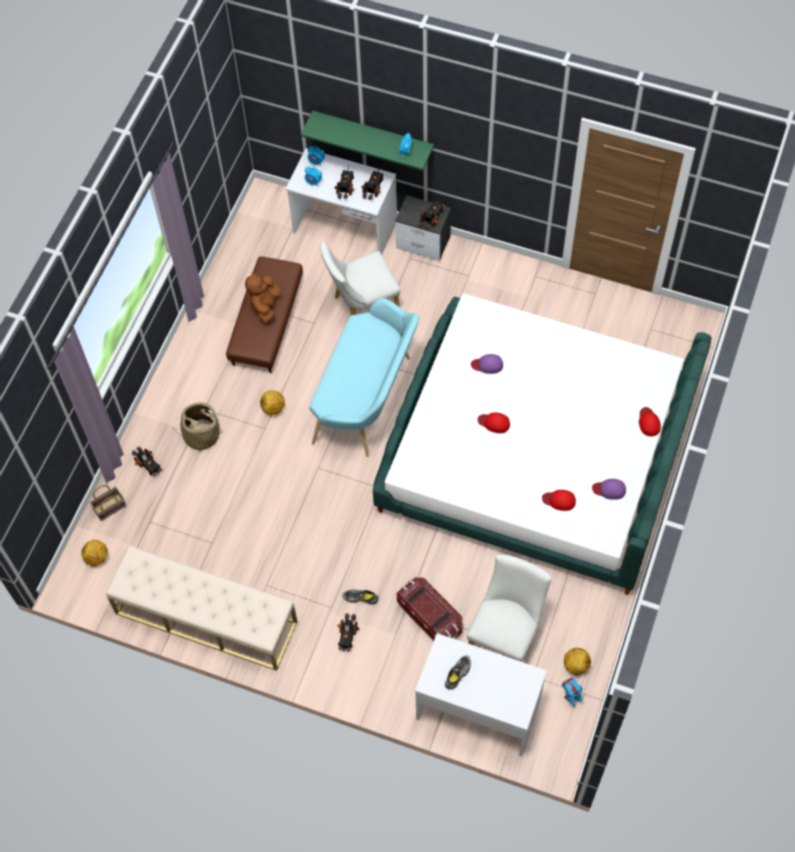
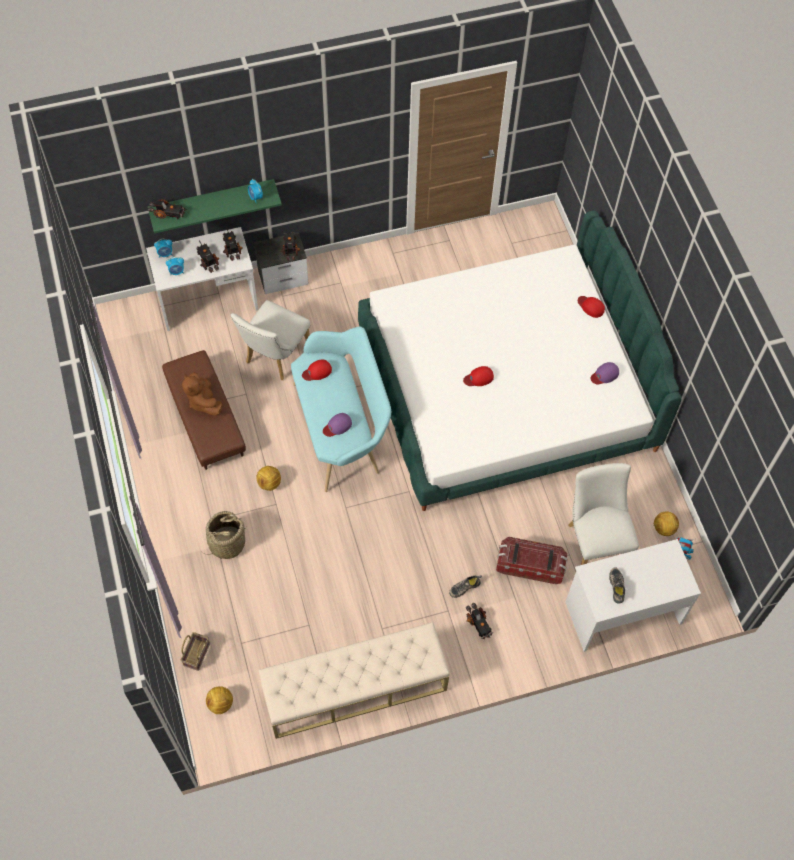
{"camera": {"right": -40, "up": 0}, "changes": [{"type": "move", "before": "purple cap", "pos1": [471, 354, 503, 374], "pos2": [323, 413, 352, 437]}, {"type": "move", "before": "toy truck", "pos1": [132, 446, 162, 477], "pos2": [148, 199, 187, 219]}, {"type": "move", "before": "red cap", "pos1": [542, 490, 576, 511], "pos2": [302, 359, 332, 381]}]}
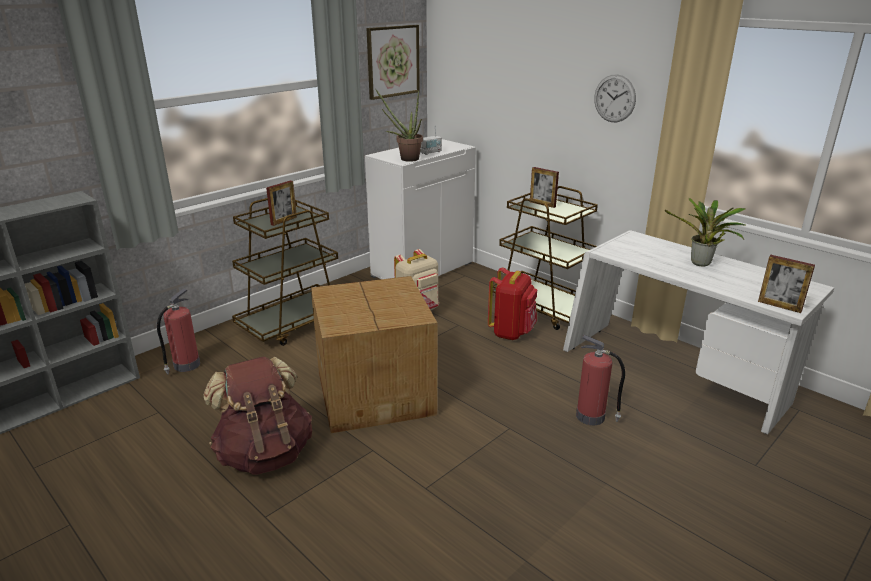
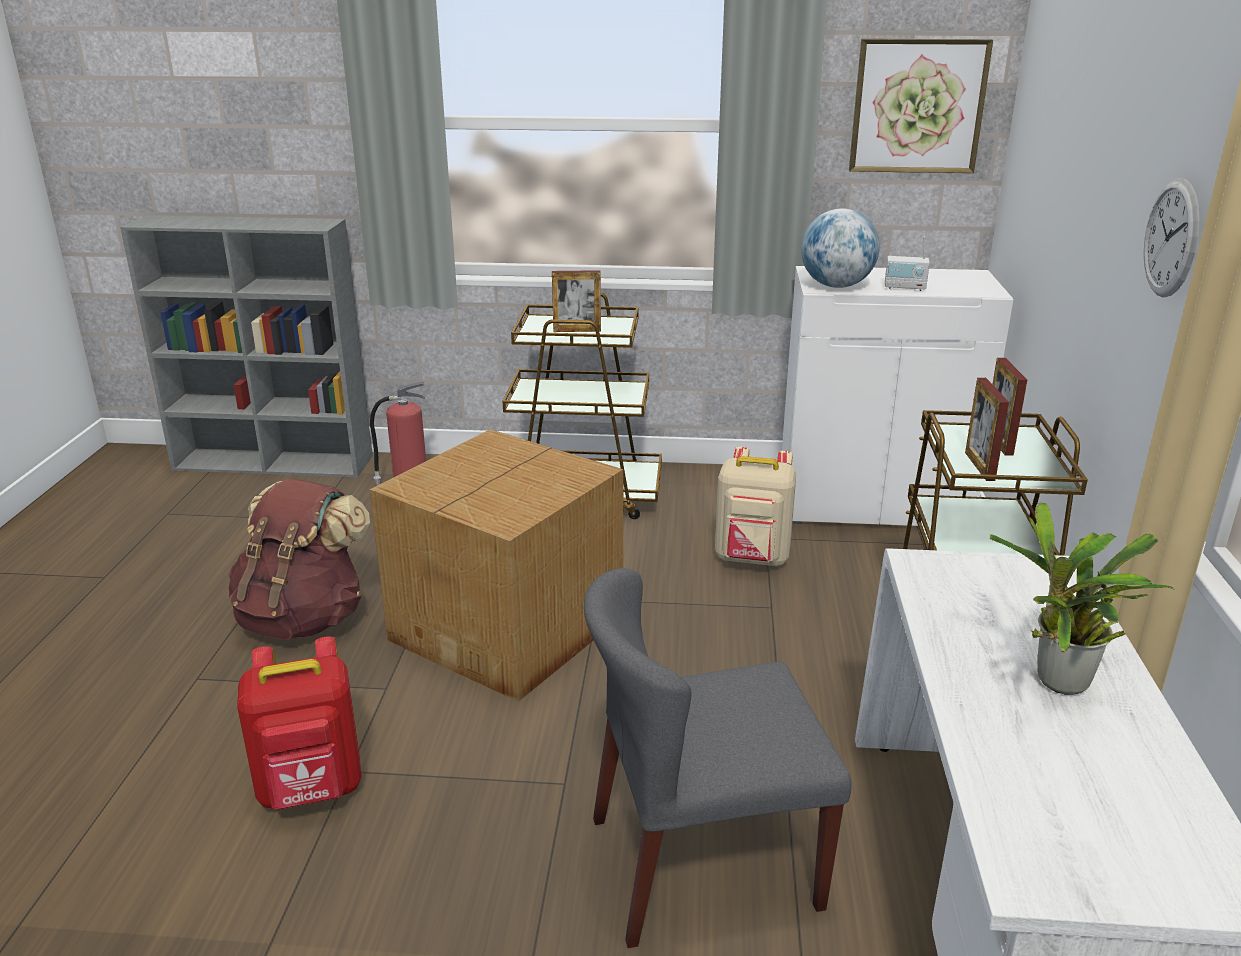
{"camera": {"right": 50, "up": 0}, "changes": [{"type": "replace", "before": "potted plant", "after": "globe", "pos1": [375, 89, 423, 162], "pos2": [801, 208, 880, 288]}, {"type": "move", "before": "picture frame", "pos1": [758, 255, 815, 313], "pos2": [965, 378, 1009, 481]}, {"type": "move", "before": "red backpack", "pos1": [488, 267, 537, 340], "pos2": [237, 637, 362, 810]}, {"type": "replace", "before": "fire extinguisher", "after": "grey chair", "pos1": [576, 335, 625, 425], "pos2": [584, 568, 851, 948]}]}
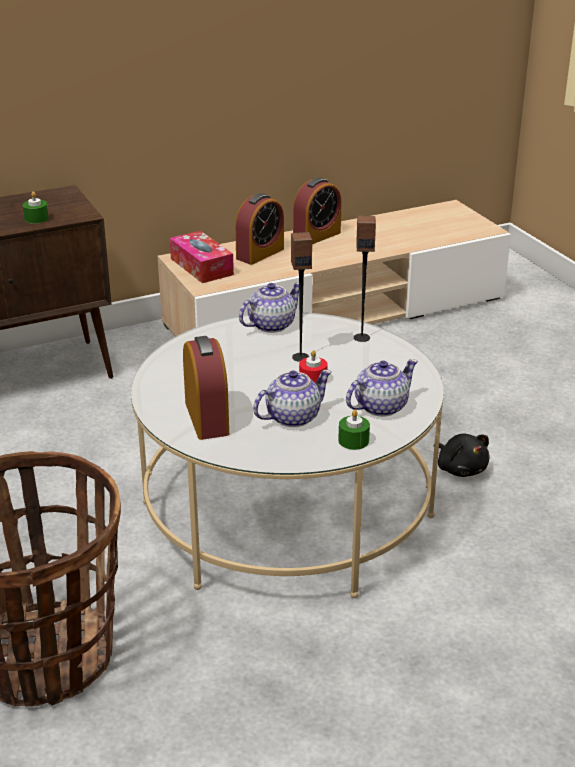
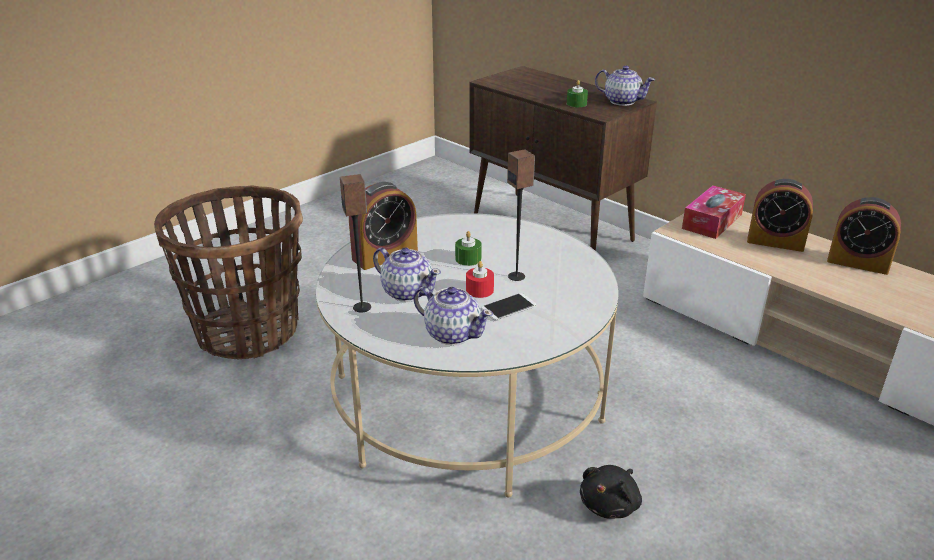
{"camera": {"right": 70, "up": 0}, "changes": [{"type": "move", "before": "speaker", "pos1": [354, 216, 376, 342], "pos2": [340, 174, 371, 313]}, {"type": "move", "before": "teapot", "pos1": [239, 282, 299, 333], "pos2": [595, 65, 655, 106]}, {"type": "move", "before": "green candle", "pos1": [338, 410, 370, 450], "pos2": [455, 231, 482, 266]}, {"type": "insert", "after": "phone", "pos2": [481, 293, 536, 320]}]}
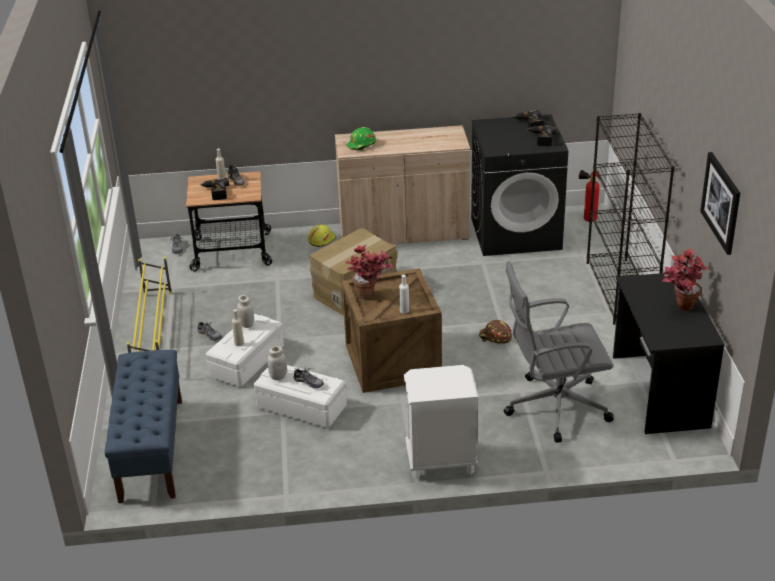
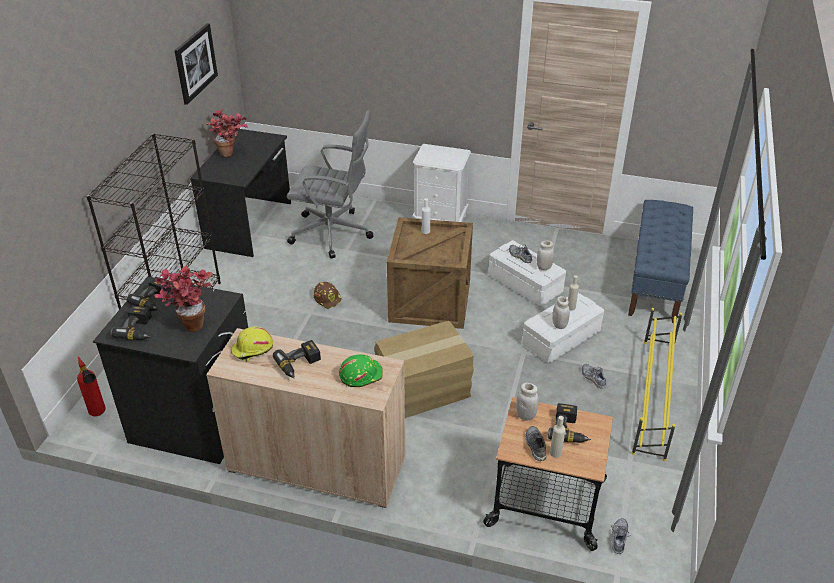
{"camera": {"right": -160, "up": 5}, "changes": [{"type": "move", "before": "yellow hard hat", "pos1": [308, 225, 336, 247], "pos2": [231, 327, 273, 362]}, {"type": "move", "before": "potted plant", "pos1": [345, 245, 393, 299], "pos2": [155, 266, 213, 332]}, {"type": "insert", "after": "power drill", "pos2": [273, 340, 321, 378]}, {"type": "insert", "after": "white jar", "pos2": [516, 383, 539, 421]}]}
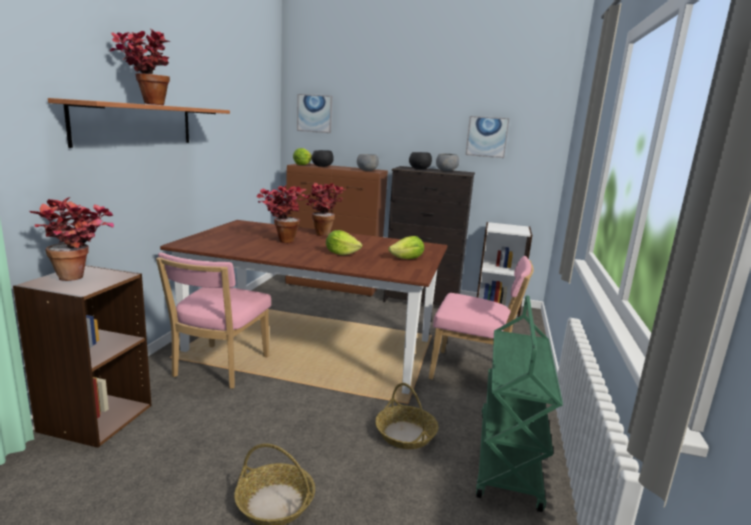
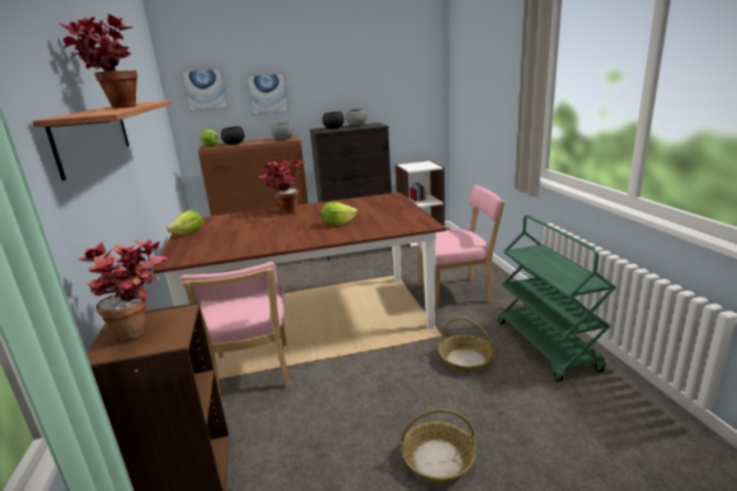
{"camera": {"right": -25, "up": 5}, "changes": [{"type": "move", "before": "picture", "pos1": [465, 116, 509, 158], "pos2": [246, 73, 289, 115]}, {"type": "delete", "before": "potted plant", "pos1": [257, 185, 306, 243]}, {"type": "move", "before": "lettuce", "pos1": [388, 236, 424, 259], "pos2": [166, 210, 203, 235]}]}
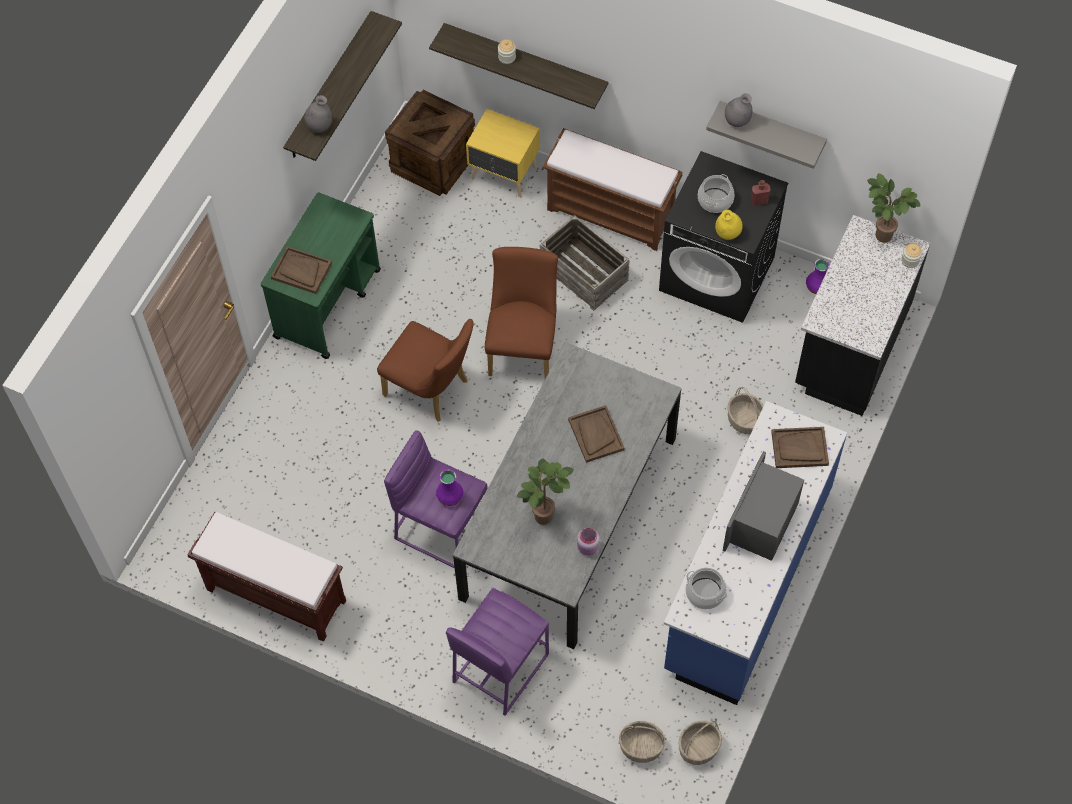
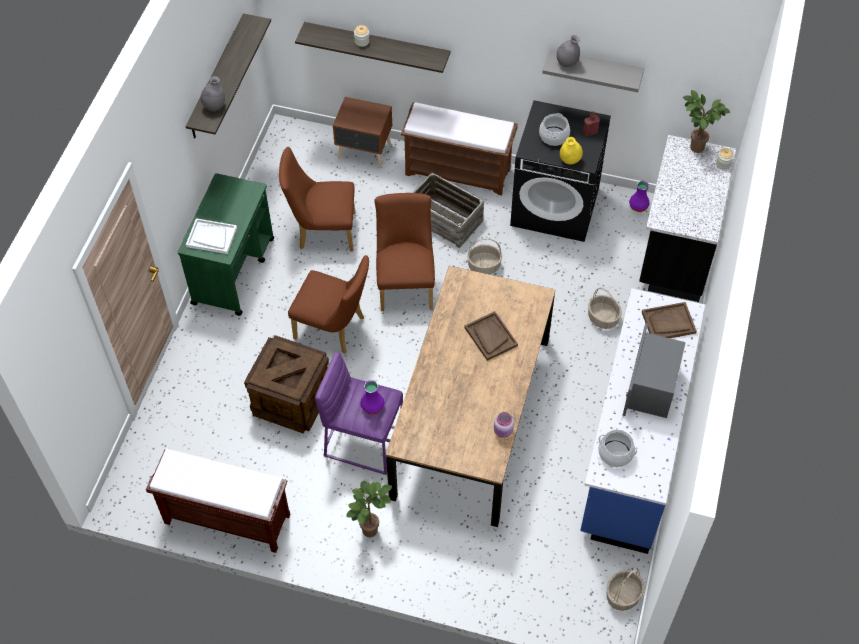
{"camera": {"right": -10, "up": -5}, "changes": [{"type": "move", "before": "crate", "pos1": [385, 90, 475, 196], "pos2": [244, 335, 329, 433]}, {"type": "recolor", "before": "yellow nightstand", "after": "brown nightstand", "pos1": [466, 109, 540, 197], "pos2": [333, 97, 392, 168]}, {"type": "recolor", "before": "brown tray", "after": "white tray", "pos1": [271, 246, 332, 294], "pos2": [186, 218, 237, 254]}, {"type": "recolor", "before": "grey dining table", "after": "brown dining table", "pos1": [453, 342, 682, 649], "pos2": [386, 266, 556, 527]}, {"type": "move", "before": "potted plant", "pos1": [517, 458, 574, 525], "pos2": [346, 480, 392, 537]}, {"type": "delete", "before": "purple stool", "pos1": [446, 588, 549, 716]}, {"type": "move", "before": "basket", "pos1": [619, 721, 665, 763], "pos2": [467, 239, 502, 274]}, {"type": "insert", "after": "brown chair", "pos2": [279, 147, 355, 251]}]}
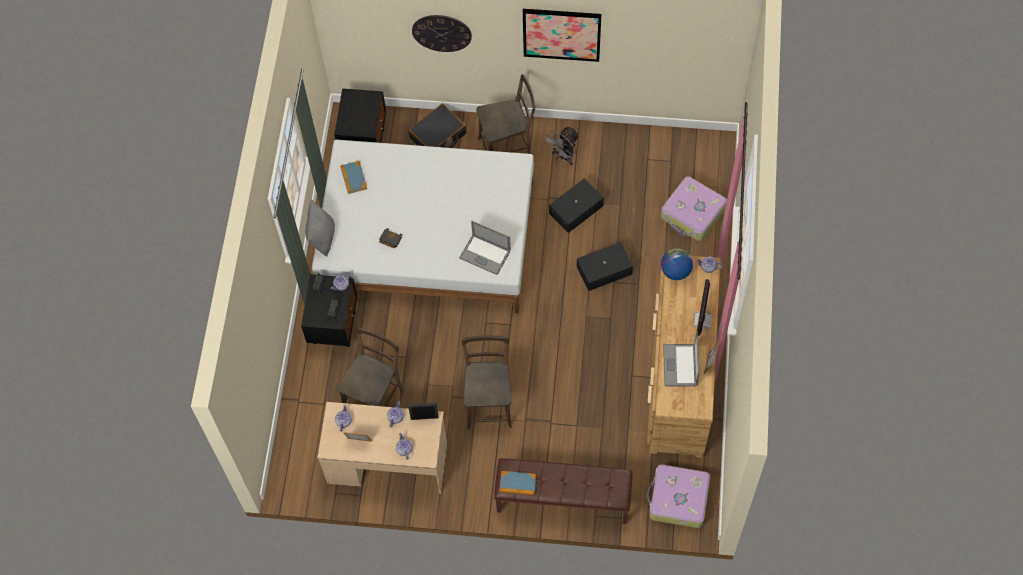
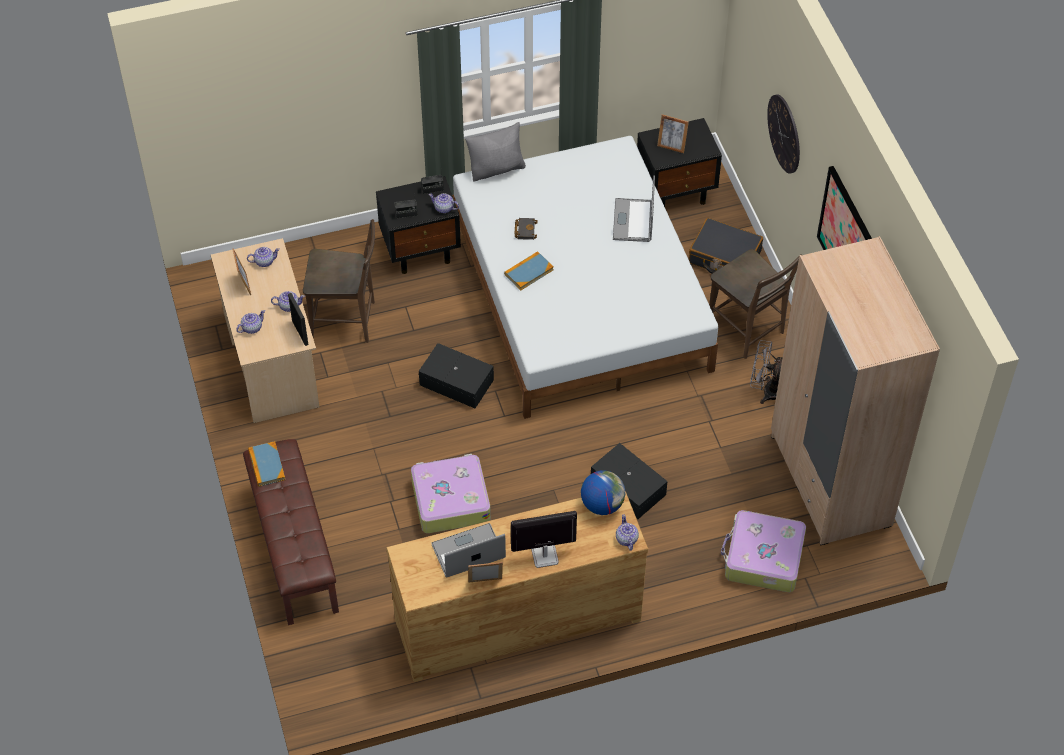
{"camera": {"right": 65, "up": -10}, "changes": [{"type": "move", "before": "book", "pos1": [340, 161, 367, 194], "pos2": [504, 251, 554, 290]}, {"type": "move", "before": "black storage box", "pos1": [549, 178, 604, 233], "pos2": [419, 343, 494, 408]}, {"type": "move", "before": "laptop", "pos1": [459, 221, 511, 275], "pos2": [613, 176, 655, 242]}, {"type": "delete", "before": "brown chair", "pos1": [461, 335, 512, 429]}, {"type": "move", "before": "suitcase", "pos1": [646, 465, 710, 528], "pos2": [411, 454, 491, 533]}, {"type": "insert", "after": "picture frame", "pos2": [657, 114, 689, 153]}, {"type": "insert", "after": "beige wardrobe", "pos2": [771, 236, 940, 546]}]}
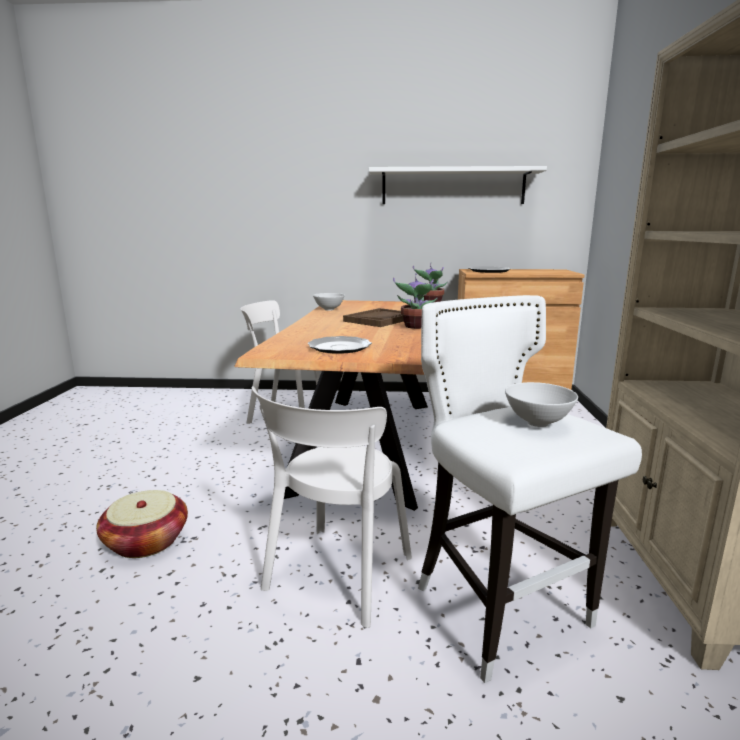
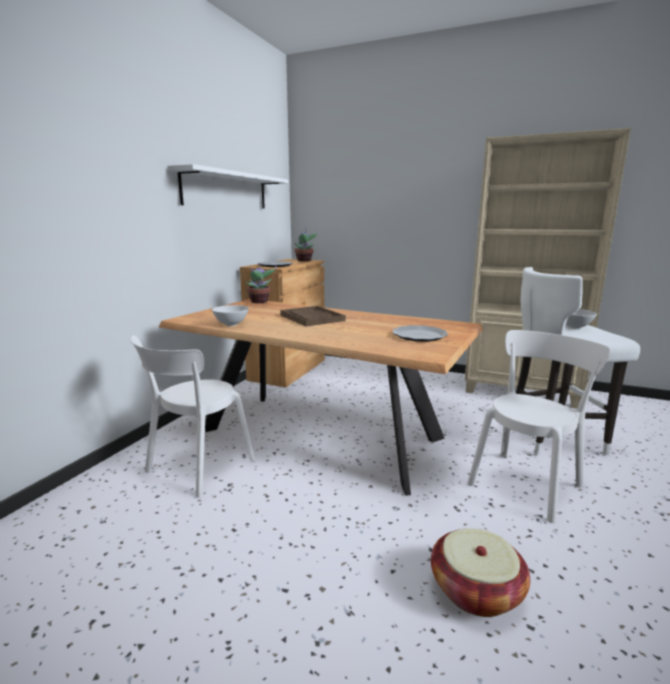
{"camera": {"right": -70, "up": 0}, "changes": [{"type": "move", "before": "potted plant", "pos1": [393, 274, 438, 329], "pos2": [294, 228, 319, 262]}, {"type": "rotate", "before": "white chair", "pos1": [252, 386, 412, 628], "pos2": [468, 330, 611, 523], "turn": -90}]}
